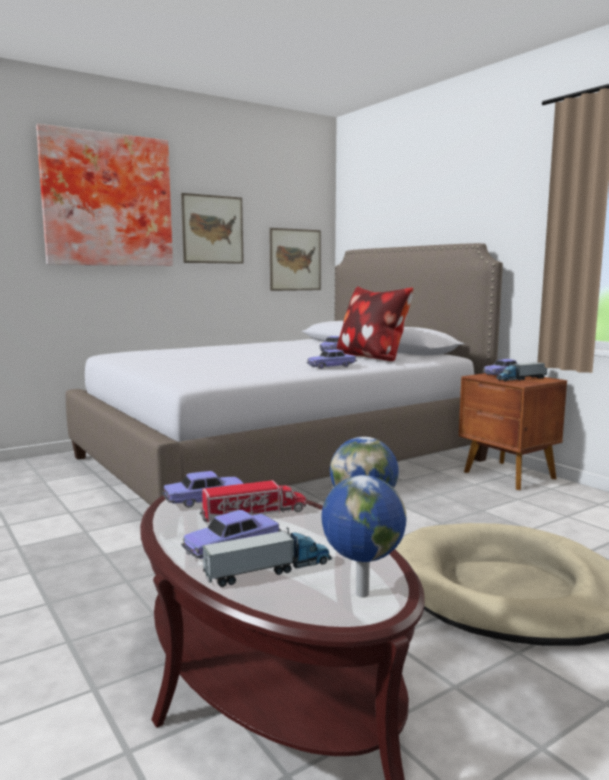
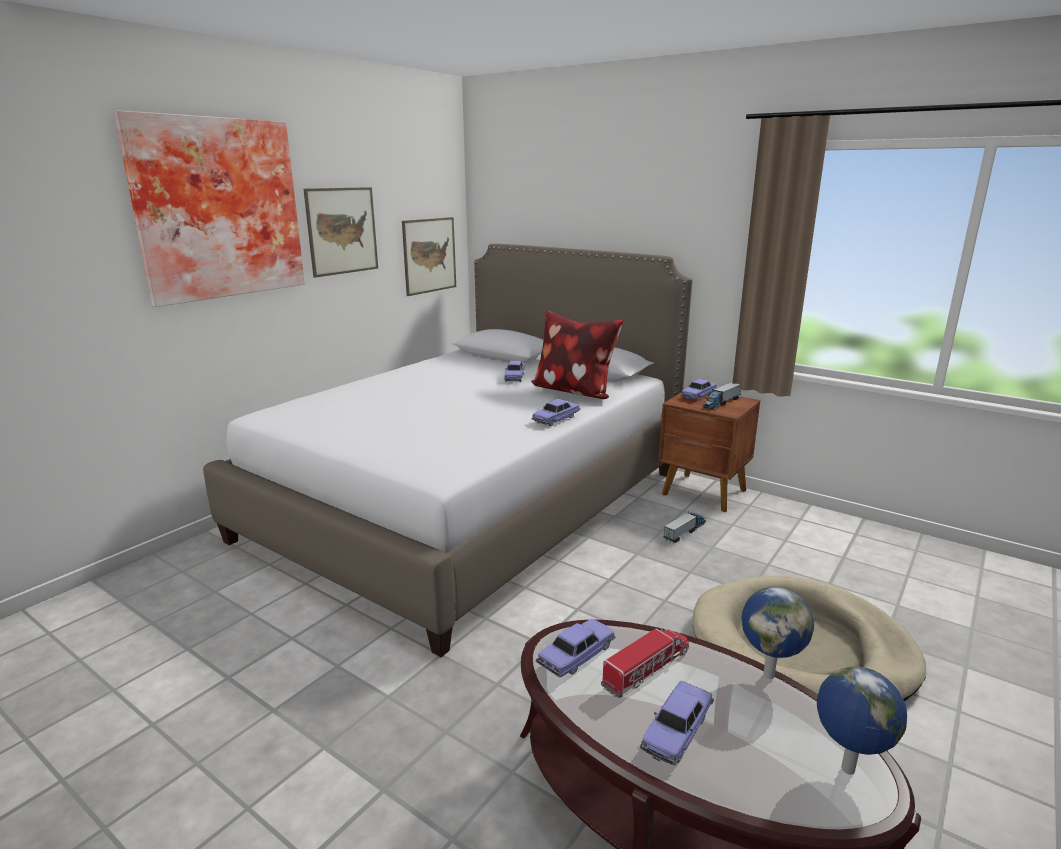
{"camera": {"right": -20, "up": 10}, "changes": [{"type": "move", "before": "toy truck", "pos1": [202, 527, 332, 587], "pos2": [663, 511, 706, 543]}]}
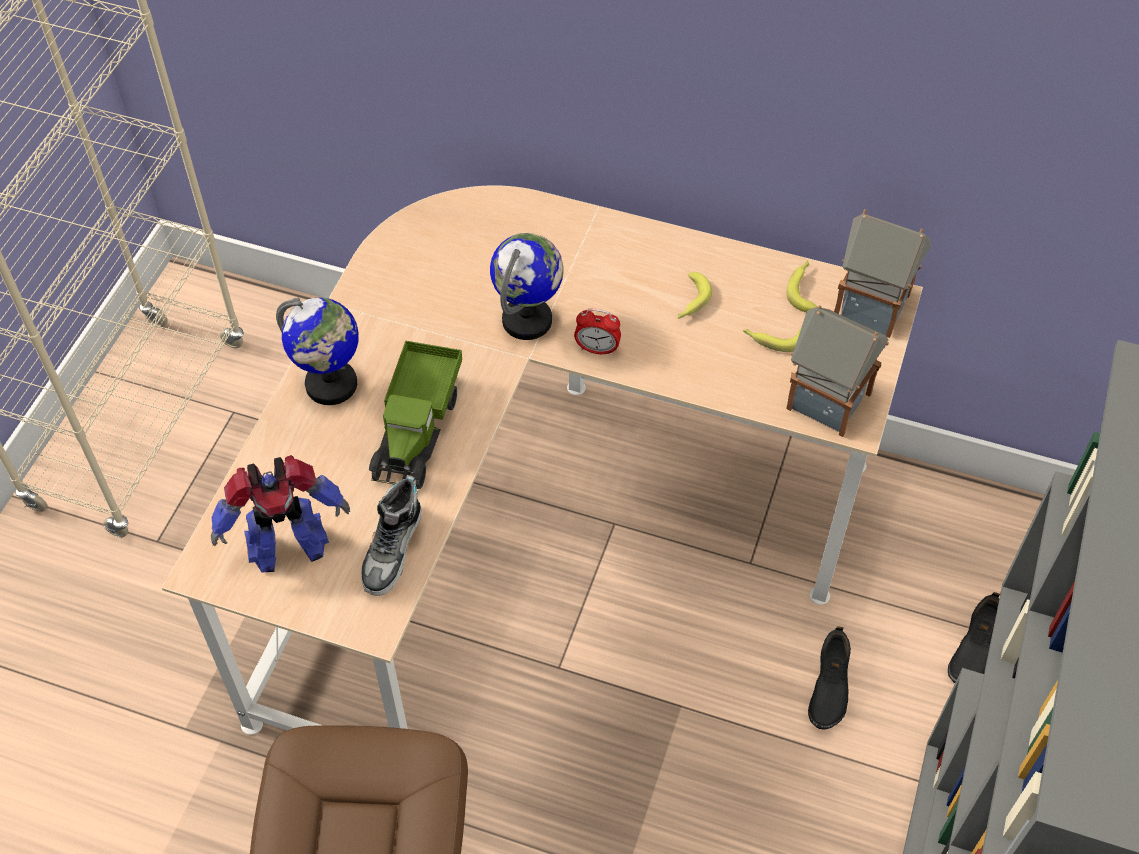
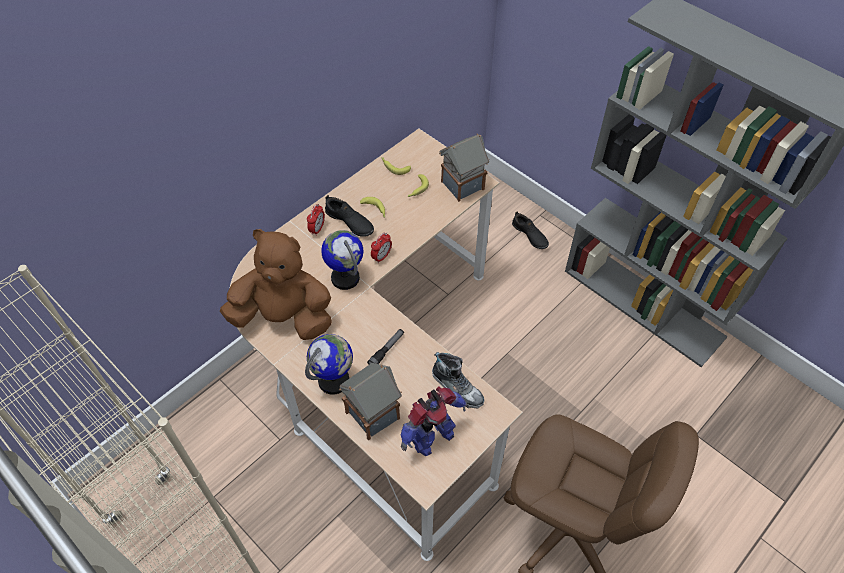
{"camera": {"right": -65, "up": 0}, "changes": [{"type": "move", "before": "toy house", "pos1": [834, 210, 931, 338], "pos2": [339, 363, 402, 441]}, {"type": "replace", "before": "toy truck", "after": "flashlight", "pos1": [369, 341, 462, 489], "pos2": [367, 329, 404, 365]}, {"type": "rotate", "before": "toy robot", "pos1": [211, 455, 350, 572], "pos2": [401, 386, 468, 456], "turn": 45}, {"type": "move", "before": "black shoe", "pos1": [808, 626, 851, 730], "pos2": [325, 195, 374, 237]}, {"type": "insert", "after": "alarm clock", "pos2": [307, 204, 325, 236]}, {"type": "insert", "after": "brown plush toy", "pos2": [220, 229, 332, 340]}]}
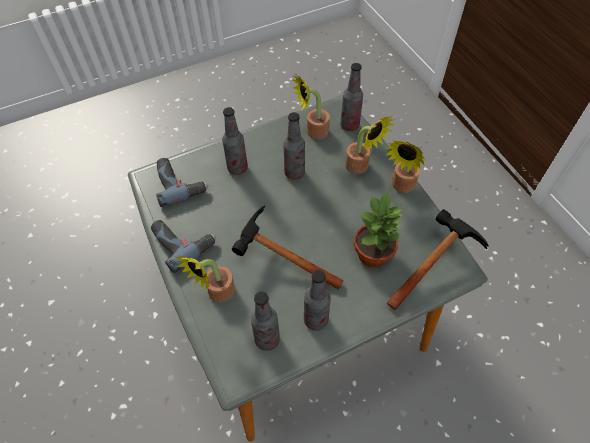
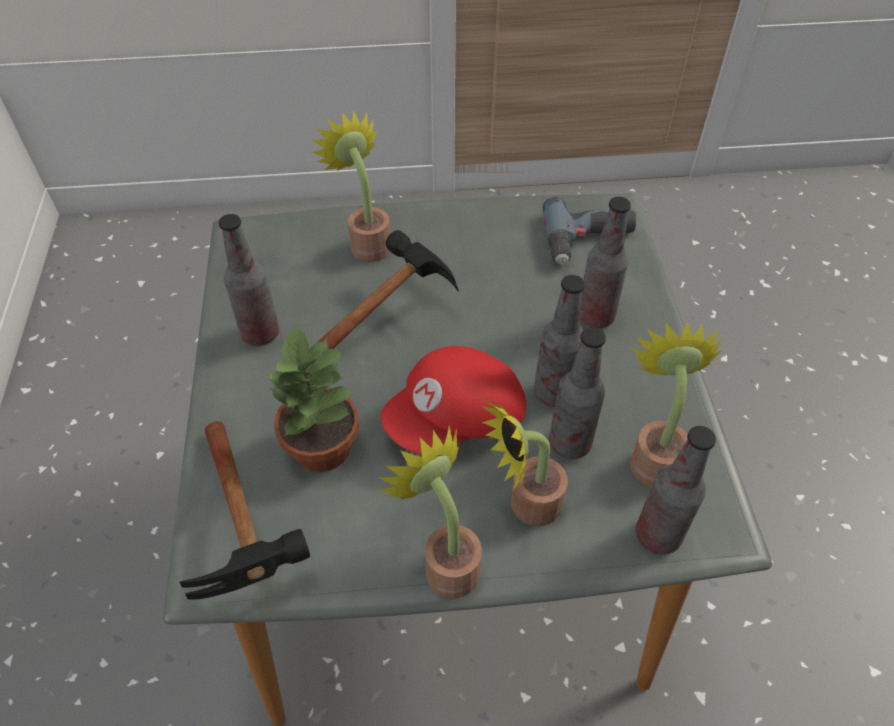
{"camera": {"right": 110, "up": -5}, "changes": [{"type": "delete", "before": "power drill", "pos1": [151, 220, 216, 273]}, {"type": "move", "before": "bottle", "pos1": [251, 291, 280, 351], "pos2": [549, 327, 606, 459]}, {"type": "insert", "after": "red cap", "pos2": [381, 346, 526, 454]}]}
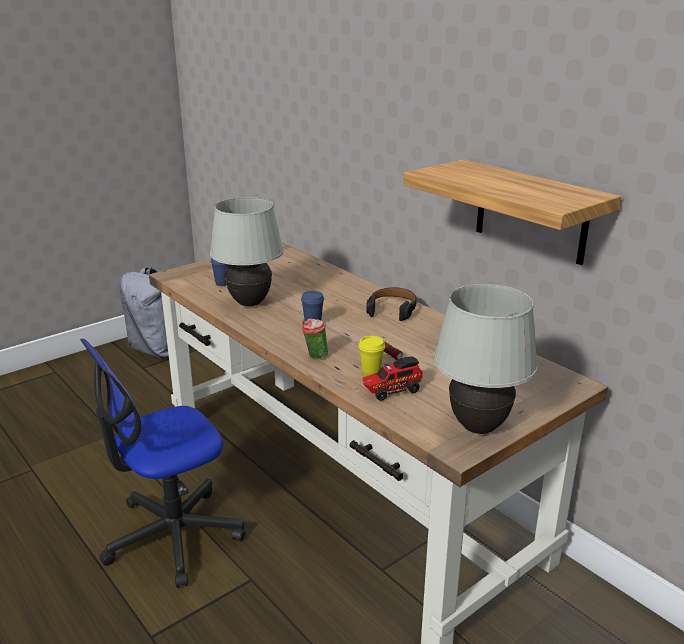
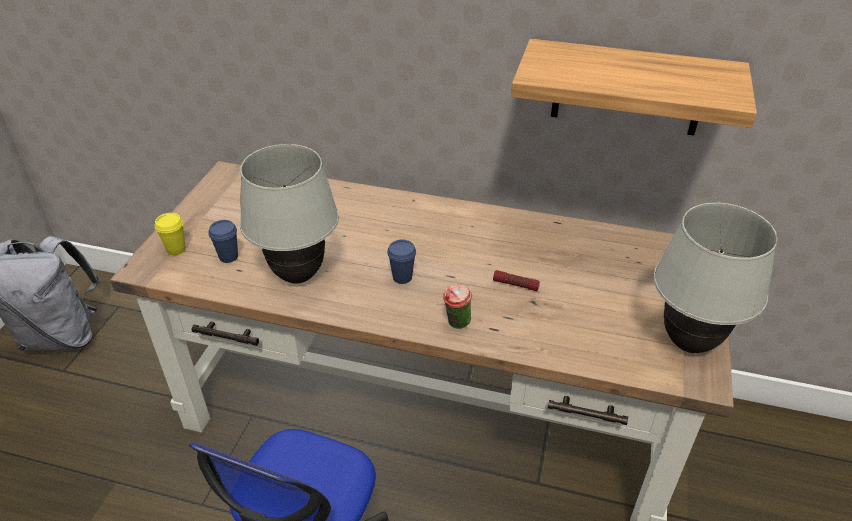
{"camera": {"right": -35, "up": 15}, "changes": [{"type": "delete", "before": "black headphones", "pos1": [366, 287, 417, 321]}, {"type": "move", "before": "yellow cup", "pos1": [358, 336, 385, 377], "pos2": [155, 213, 186, 255]}, {"type": "delete", "before": "toy truck", "pos1": [363, 356, 423, 401]}]}
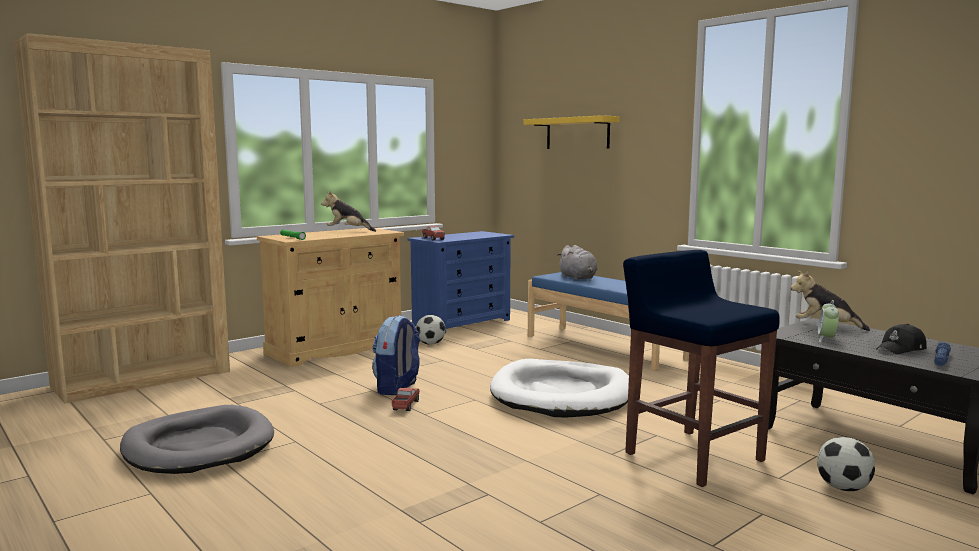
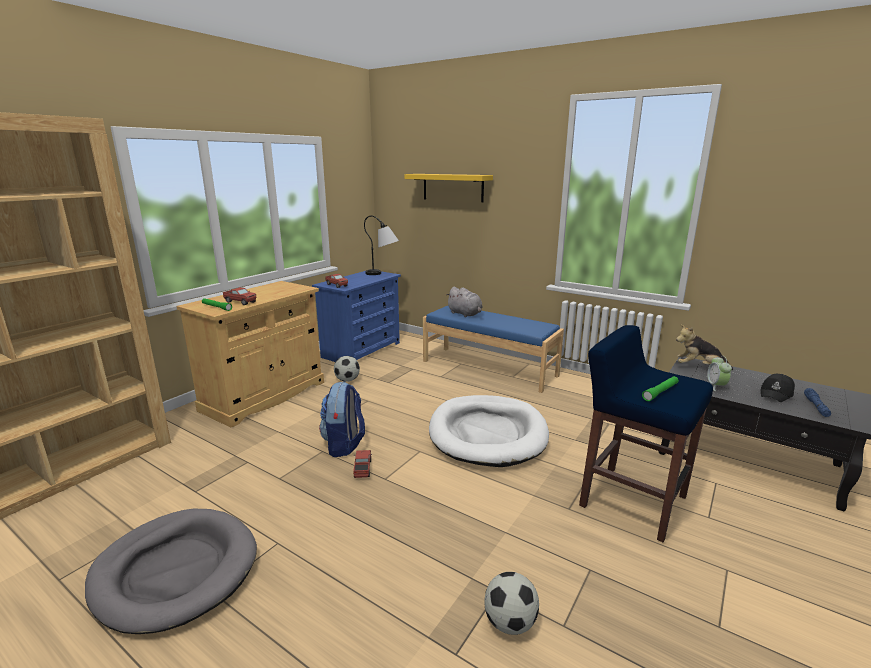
{"camera": {"right": -15, "up": 10}, "changes": [{"type": "delete", "before": "plush toy", "pos1": [321, 191, 376, 232]}, {"type": "move", "before": "football", "pos1": [817, 437, 875, 491], "pos2": [484, 572, 539, 635]}, {"type": "insert", "after": "table lamp", "pos2": [364, 216, 399, 275]}, {"type": "insert", "after": "toy truck", "pos2": [223, 287, 256, 305]}, {"type": "insert", "after": "green flashlight", "pos2": [642, 376, 679, 401]}]}
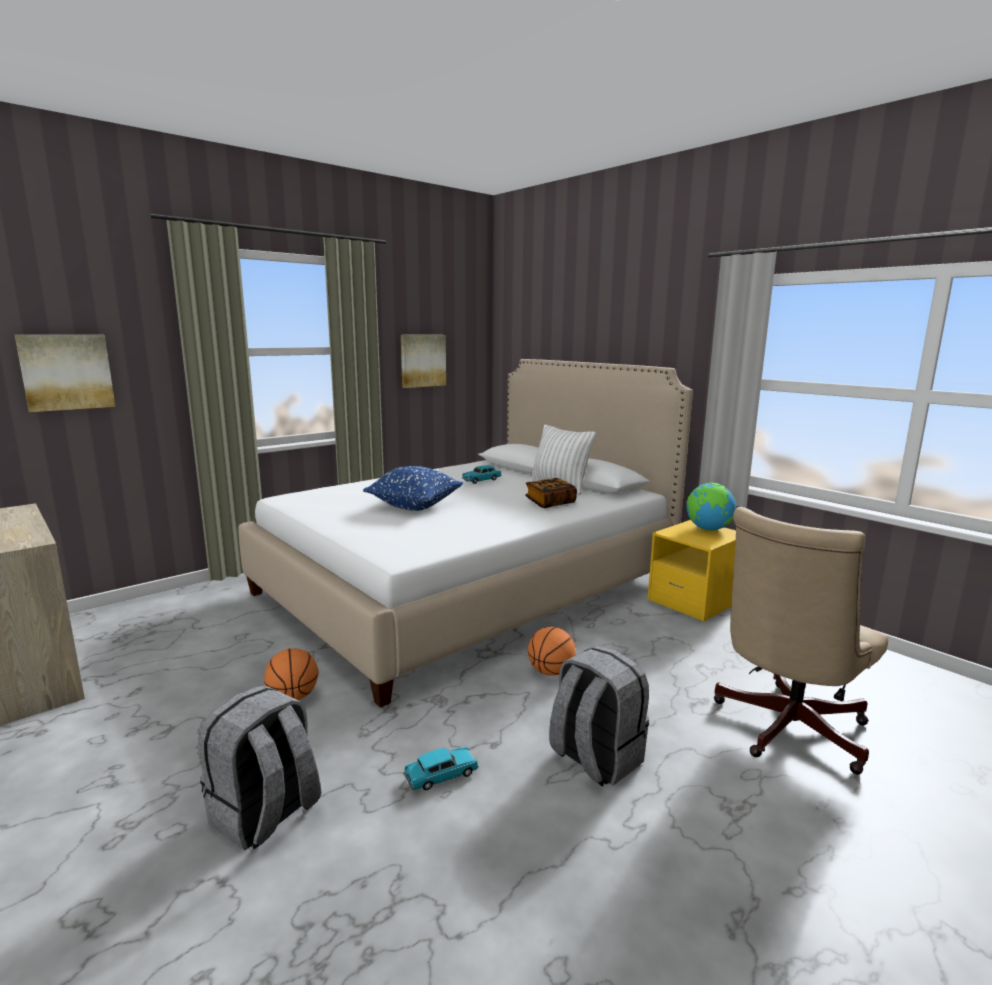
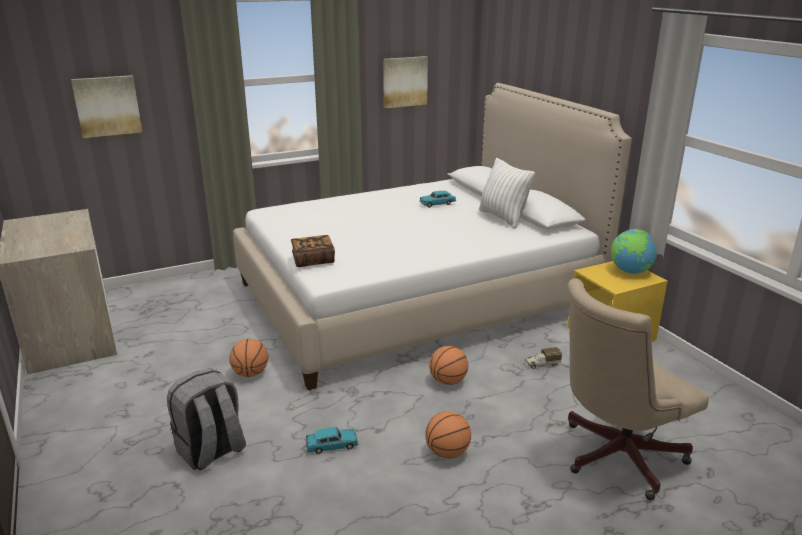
{"camera": {"right": 15, "up": 10}, "changes": [{"type": "delete", "before": "blue pillow", "pos1": [363, 466, 463, 511]}, {"type": "move", "before": "book", "pos1": [525, 478, 577, 508], "pos2": [291, 235, 335, 267]}, {"type": "replace", "before": "grey backpack", "after": "basketball", "pos1": [549, 645, 649, 787], "pos2": [425, 412, 471, 458]}, {"type": "insert", "after": "toy truck", "pos2": [525, 347, 562, 369]}]}
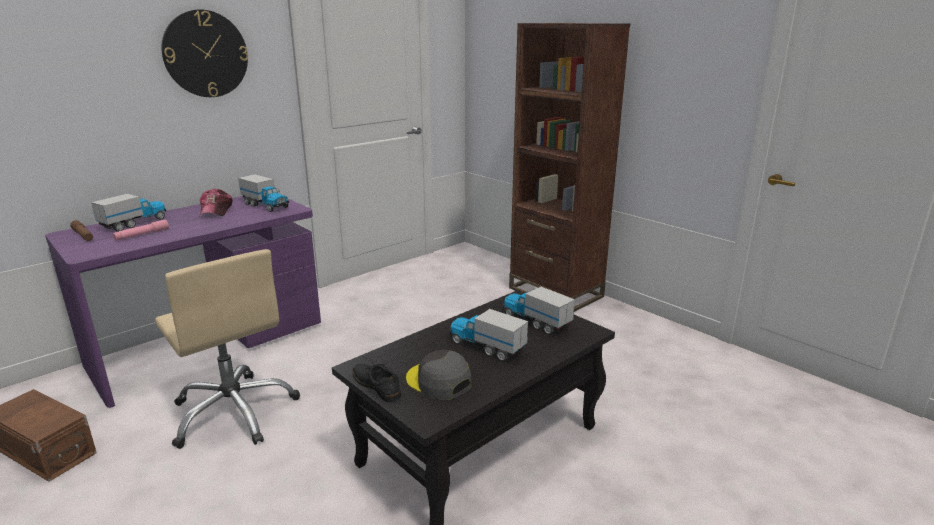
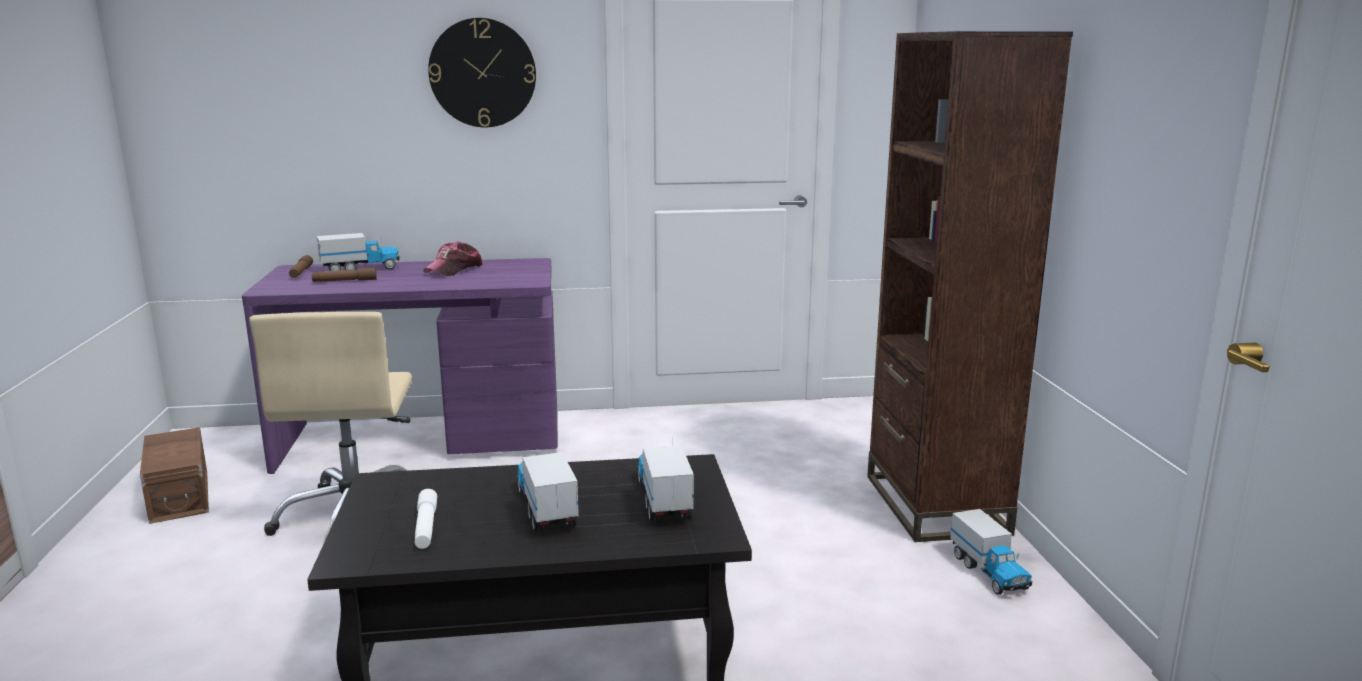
{"camera": {"right": 35, "up": -5}, "changes": [{"type": "move", "before": "toy truck", "pos1": [238, 174, 289, 212], "pos2": [950, 509, 1032, 595]}, {"type": "recolor", "before": "pink flashlight", "after": "brown flashlight", "pos1": [113, 220, 169, 240], "pos2": [312, 268, 377, 282]}, {"type": "replace", "before": "grey cap", "after": "white flashlight", "pos1": [406, 350, 472, 400], "pos2": [415, 489, 437, 549]}, {"type": "delete", "before": "black shoe", "pos1": [352, 364, 401, 402]}]}
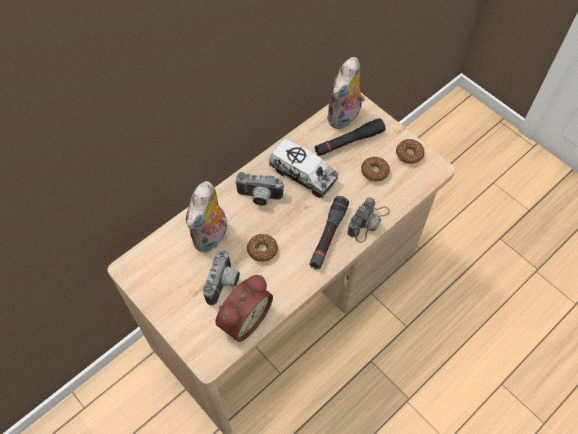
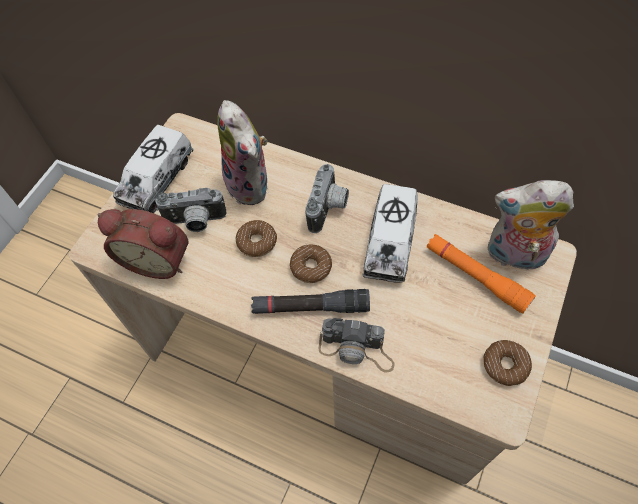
{"camera": {"right": 70, "up": 0}, "changes": [{"type": "recolor", "before": "black flashlight", "after": "orange flashlight", "pos1": [314, 118, 385, 156], "pos2": [427, 234, 536, 314]}, {"type": "move", "before": "donut", "pos1": [361, 157, 390, 182], "pos2": [290, 244, 332, 283]}, {"type": "rotate", "before": "photo camera", "pos1": [235, 172, 284, 206], "pos2": [305, 164, 349, 233], "turn": -150}, {"type": "rotate", "before": "plush toy", "pos1": [186, 181, 227, 253], "pos2": [217, 100, 267, 205], "turn": -120}, {"type": "insert", "after": "toy truck", "pos2": [113, 125, 193, 213]}]}
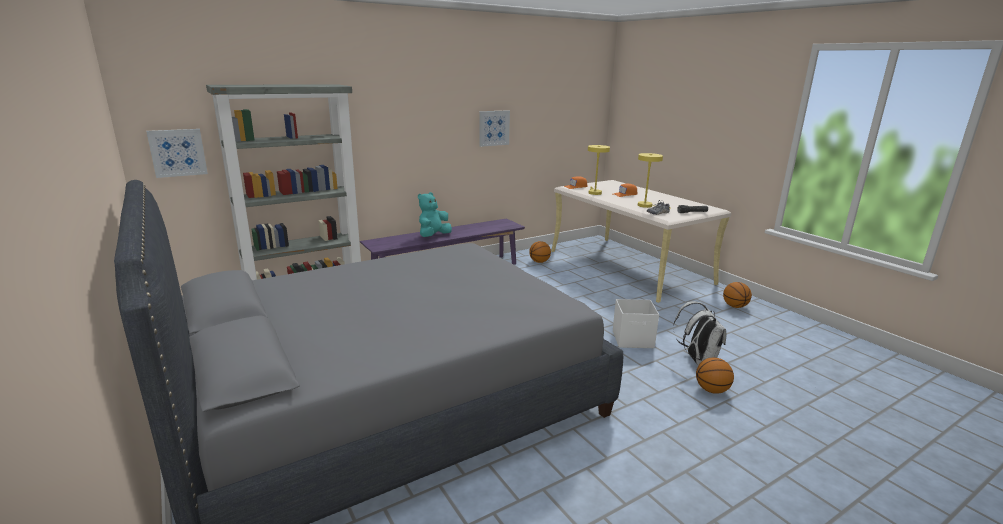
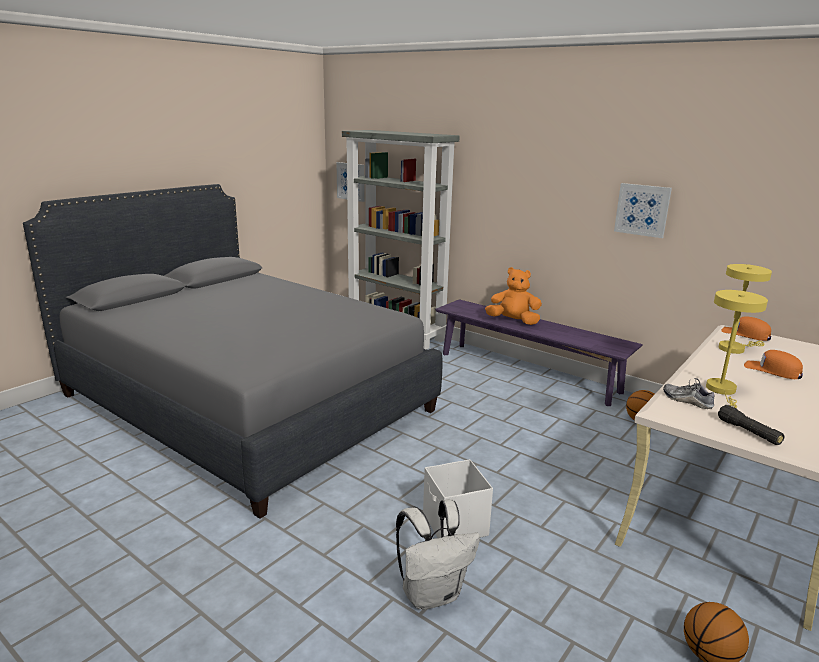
{"camera": {"right": 70, "up": 0}, "changes": [{"type": "recolor", "before": "turquoise plush toy", "after": "orange plush toy", "pos1": [418, 192, 452, 237], "pos2": [485, 267, 542, 325]}, {"type": "delete", "before": "basketball", "pos1": [696, 357, 734, 394]}]}
